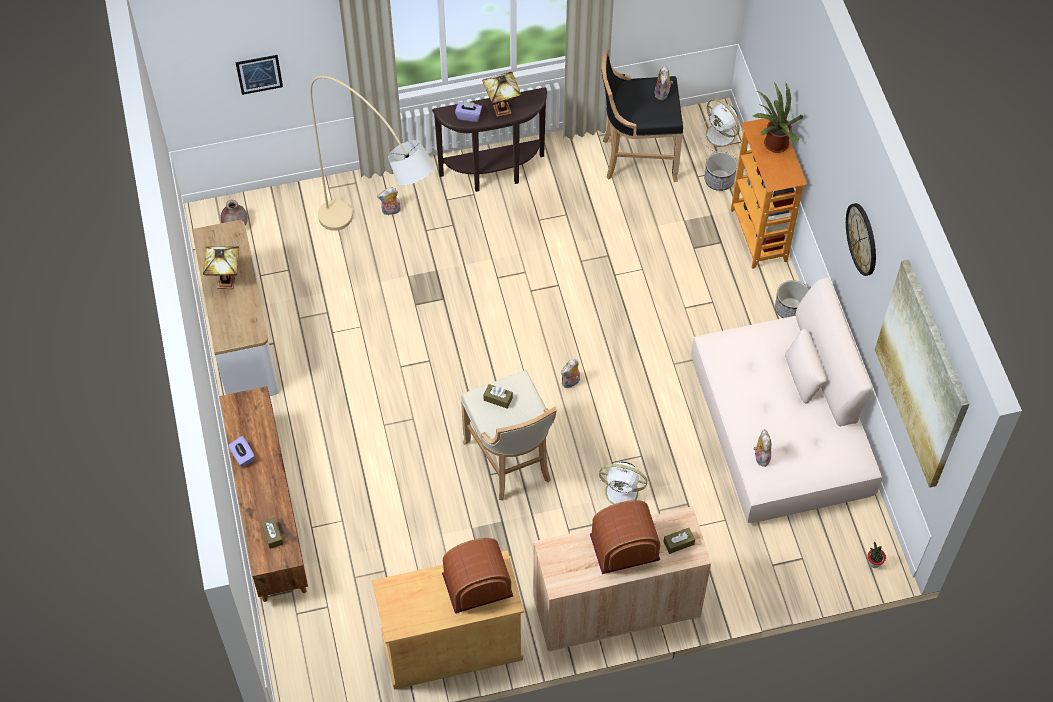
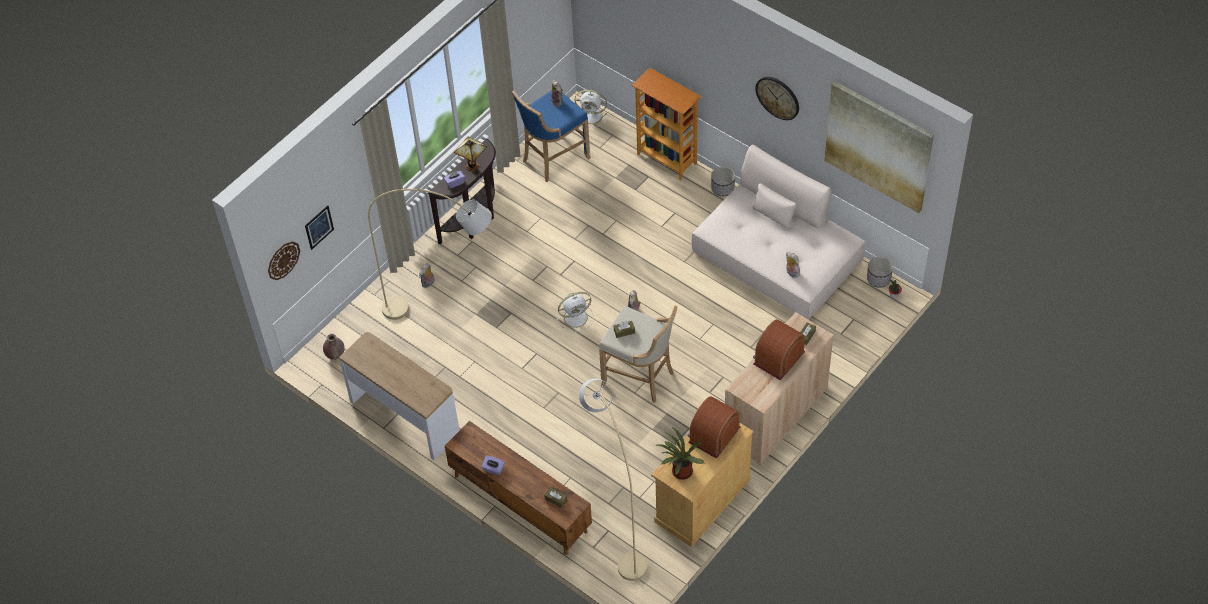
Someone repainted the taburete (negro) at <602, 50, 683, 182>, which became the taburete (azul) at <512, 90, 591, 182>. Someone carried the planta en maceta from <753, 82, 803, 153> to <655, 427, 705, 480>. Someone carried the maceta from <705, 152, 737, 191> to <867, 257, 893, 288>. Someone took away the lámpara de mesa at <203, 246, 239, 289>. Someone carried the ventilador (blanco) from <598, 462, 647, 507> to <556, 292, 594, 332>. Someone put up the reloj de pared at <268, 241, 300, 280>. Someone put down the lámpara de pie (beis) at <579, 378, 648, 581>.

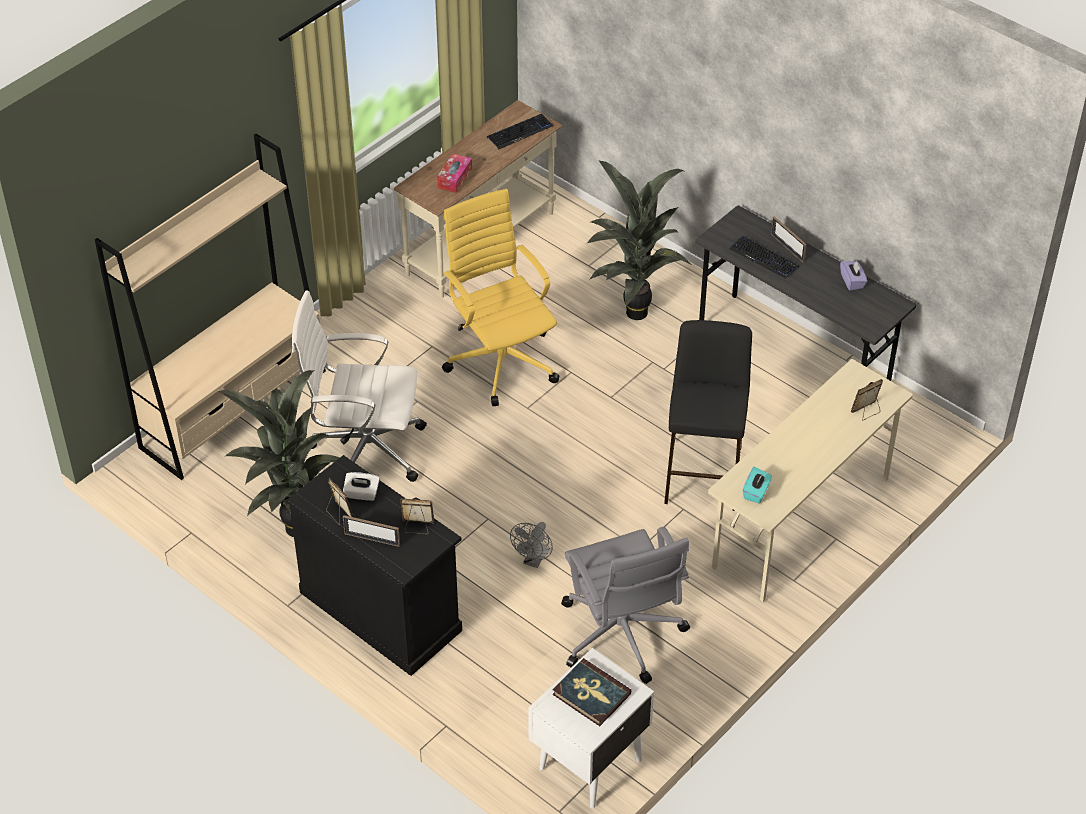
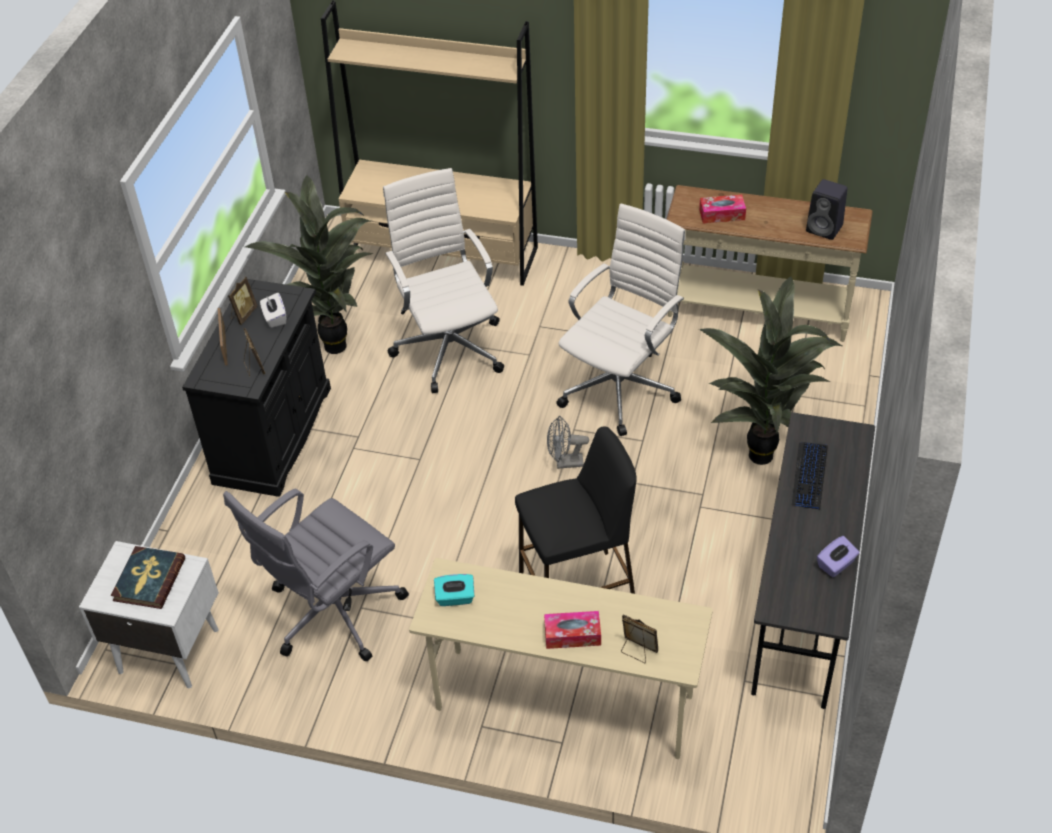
Someone swapped the teclado at <487, 114, 553, 150> for the altavoz (negro) at <806, 179, 848, 240>. Someone repainted the silla de oficina (amarillo) at <442, 189, 559, 406>, which became the silla de oficina (blanco) at <557, 203, 686, 436>. Someone took away the portarretratos at <771, 216, 807, 262>. Someone carried the ventilador (gris) from <510, 522, 553, 568> to <547, 416, 589, 469>. Someone put down the caja de pañuelos at <544, 611, 601, 649>.

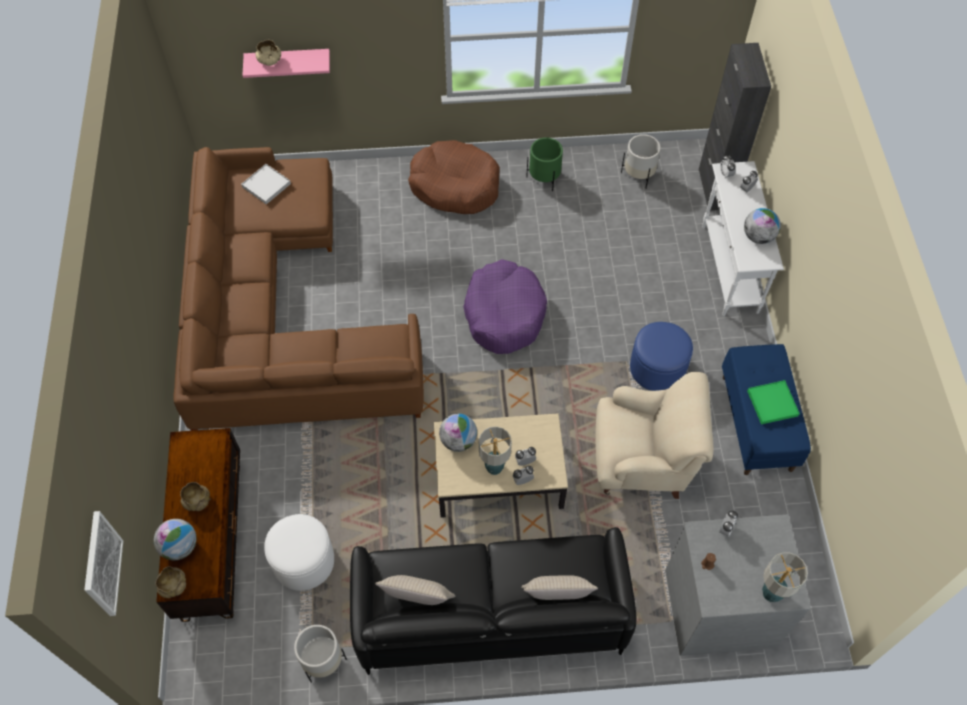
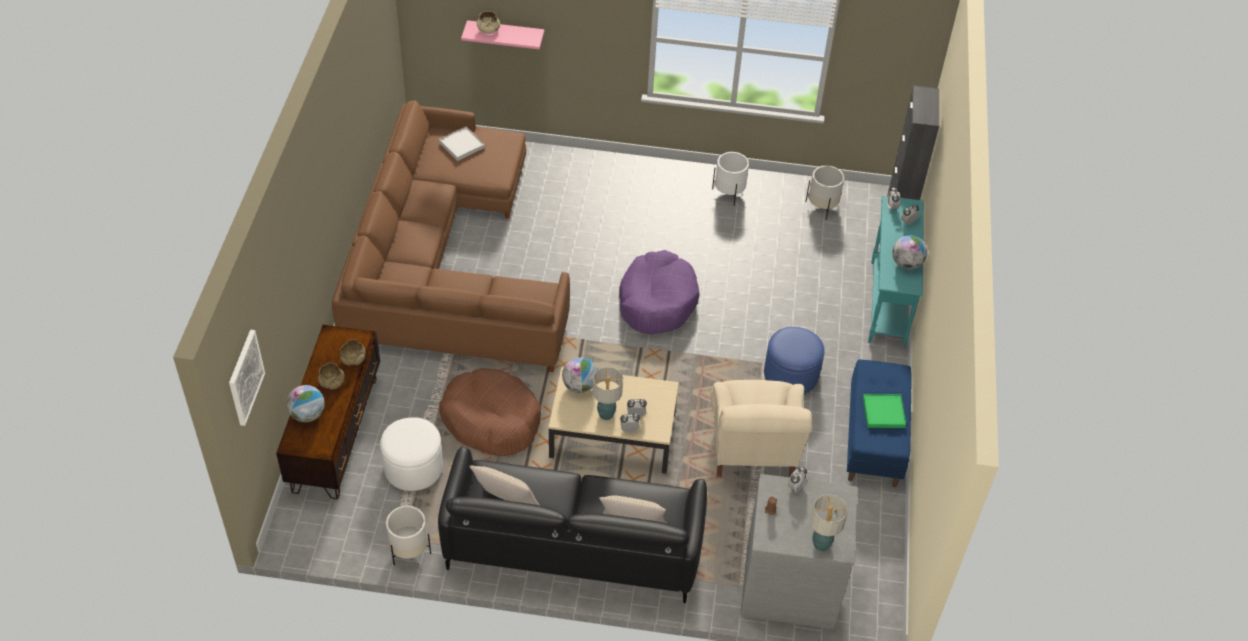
Someone repainted the maceta (verde) at <526, 138, 563, 191>, which became the maceta (blanco) at <712, 152, 749, 206>. Someone carried the cama para perro (marrón) from <408, 140, 500, 214> to <439, 368, 541, 456>. Someone repainted the mesa consola (blanco) at <702, 161, 784, 316>, which became the mesa consola (turquesa) at <868, 196, 924, 347>. Someone rotated the sillón (beis) at <595, 372, 713, 499> by 75 degrees clockwise. Someone carried the cuenco (beis) from <156, 566, 186, 598> to <340, 339, 365, 366>.

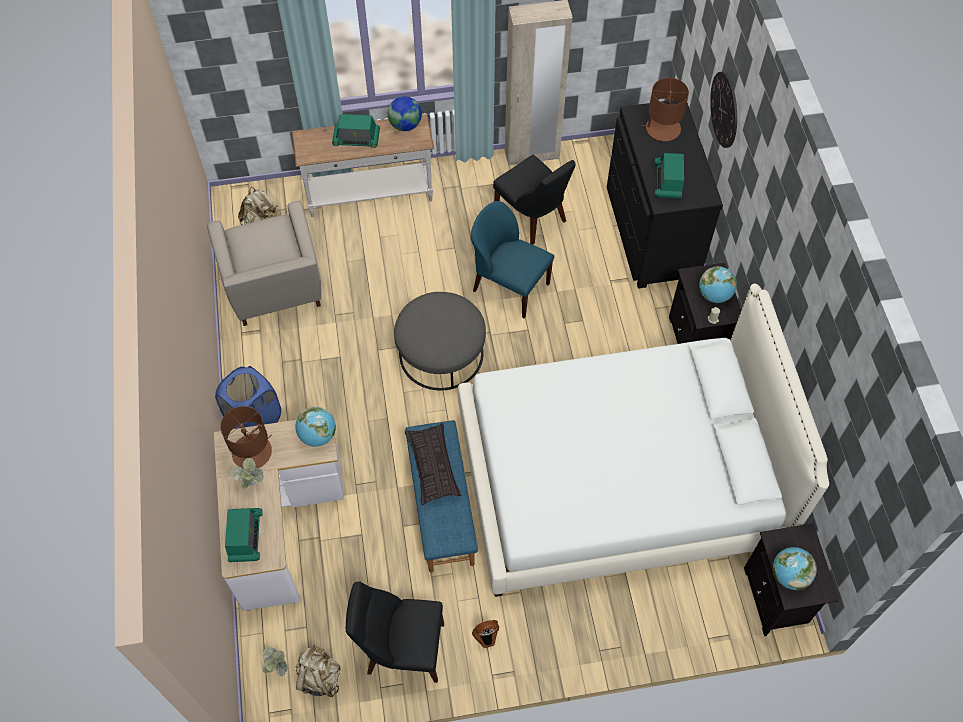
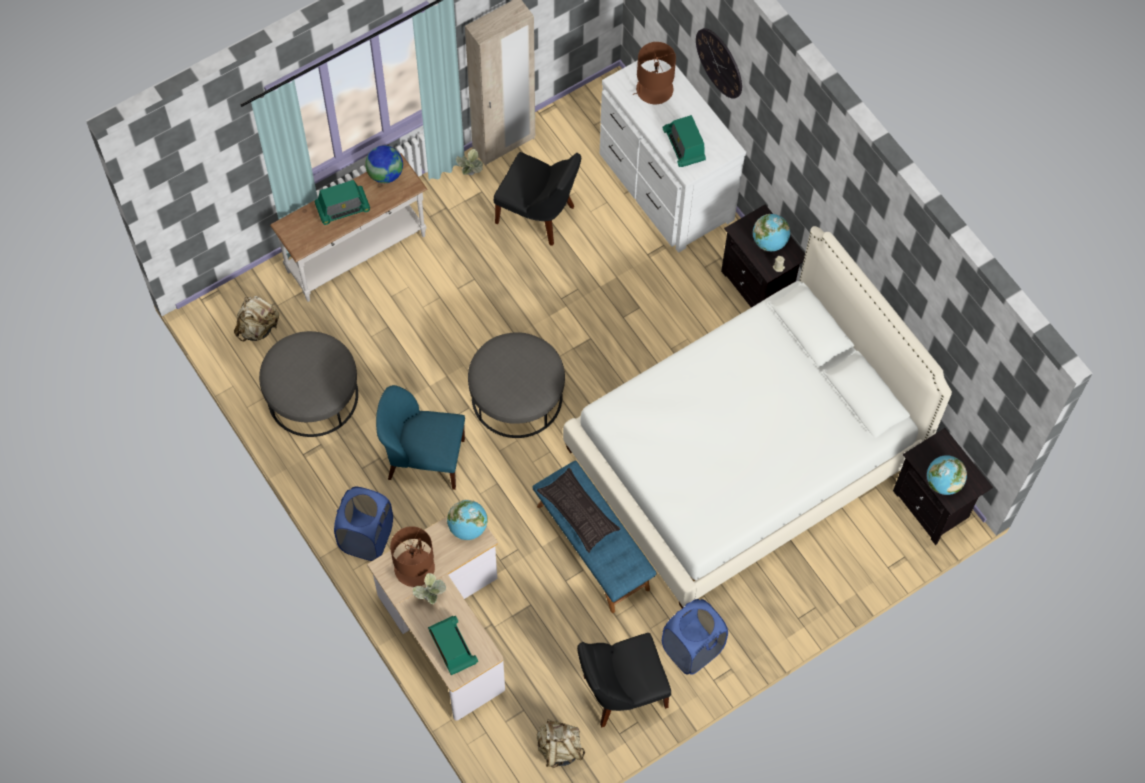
Someone repainted the cómoda (negro) at <607, 100, 723, 289>, which became the cómoda (blanco) at <600, 59, 746, 253>. Someone swapped the sillón (beis) at <207, 201, 321, 326> for the puf (gris) at <259, 331, 358, 437>. Someone carried the silla (azul) from <471, 201, 554, 318> to <376, 385, 465, 490>. Someone swapped the ventilador at <472, 620, 499, 648> for the cesto de la ropa (azul) at <662, 599, 728, 675>. Someone carried the planta en maceta from <262, 646, 288, 676> to <456, 149, 483, 175>.

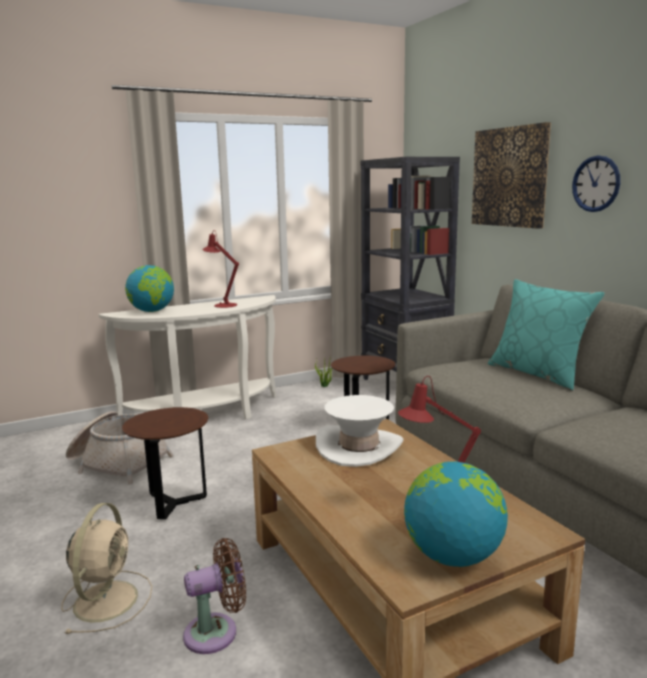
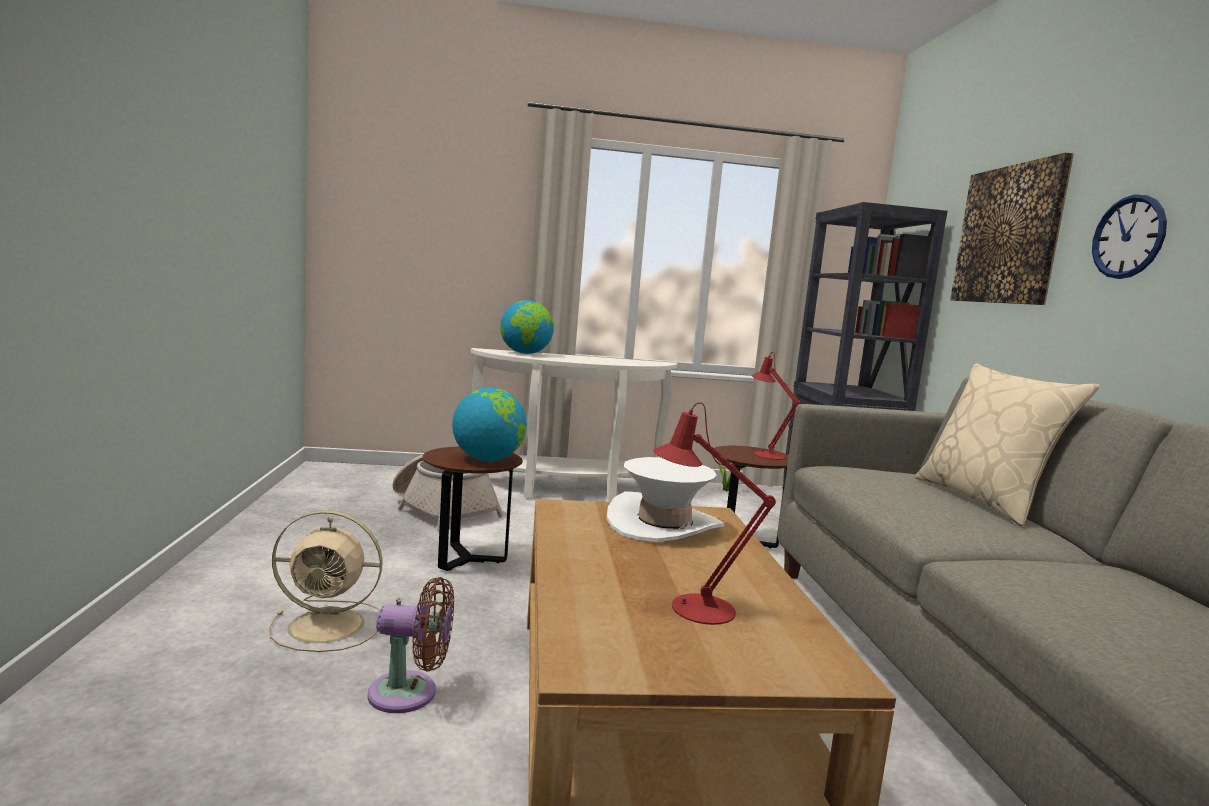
Someone carried the lámpara de mesa (rojo) from <202, 230, 239, 308> to <752, 352, 801, 460>. Someone repainted the cojín (turquesa) at <488, 279, 605, 391>, which became the cojín (beis) at <915, 363, 1099, 526>. Someone carried the globo terráqueo from <404, 461, 508, 567> to <452, 388, 527, 461>. Someone rotated the ventilador (beis) at <61, 503, 152, 634> by 60 degrees clockwise.

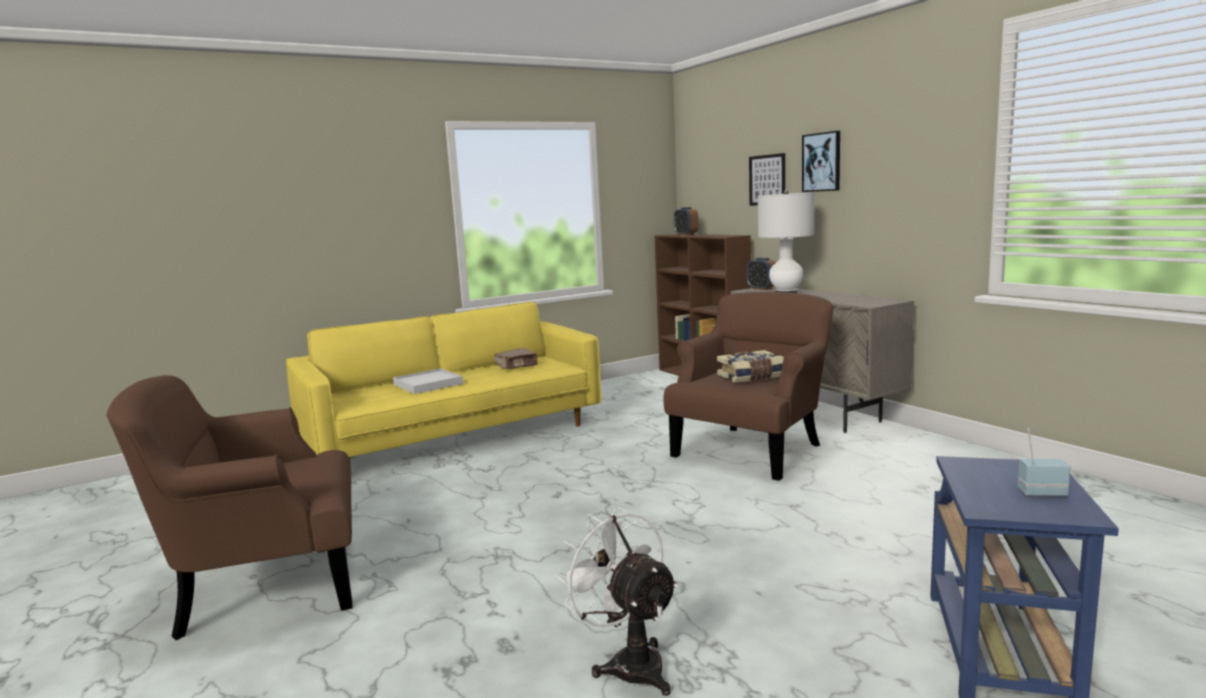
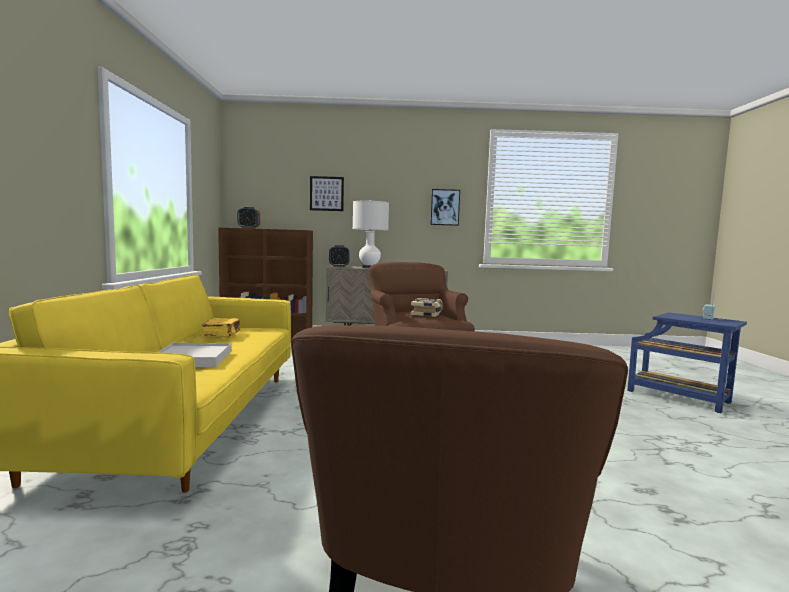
Someone carried the cuadro from <802, 131, 840, 192> to <430, 189, 460, 226>. Someone repainted the libro (marrón) at <494, 348, 538, 369>, which became the libro (amarillo) at <202, 318, 240, 337>. Someone took away the ventilador (blanco) at <556, 507, 679, 696>.

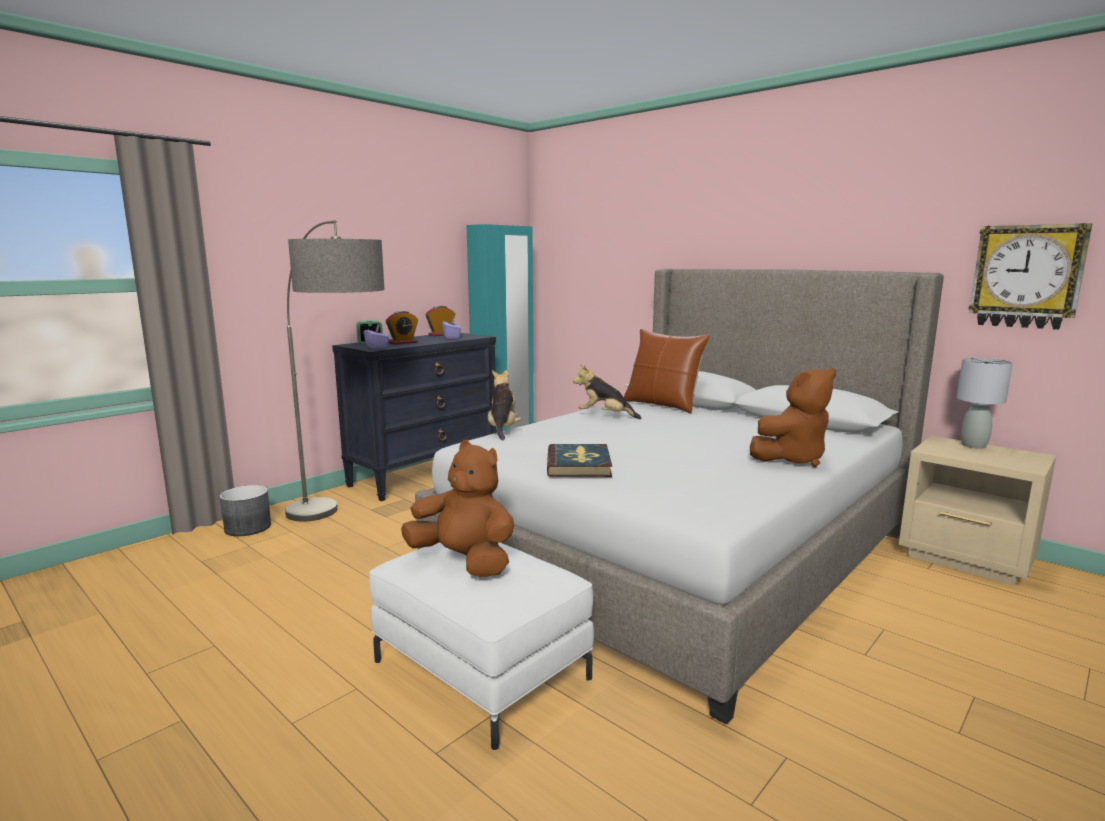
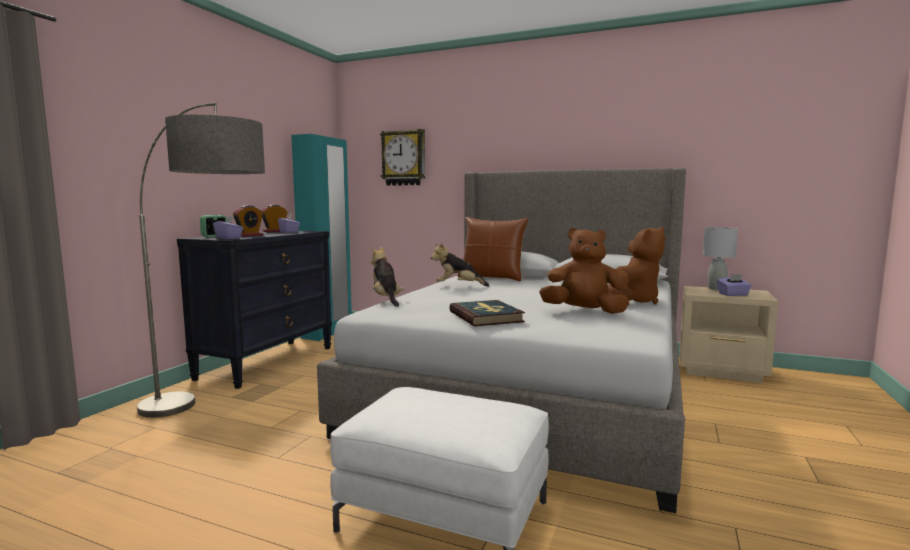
Someone carried the reloj de pared from <968, 223, 1092, 330> to <380, 129, 425, 186>. Someone carried the peluche (marrón) from <401, 440, 514, 577> to <539, 228, 629, 314>. Someone took away the maceta (gris) at <220, 485, 271, 536>. Someone put down the caja de pañuelos (morado) at <717, 274, 752, 296>.

